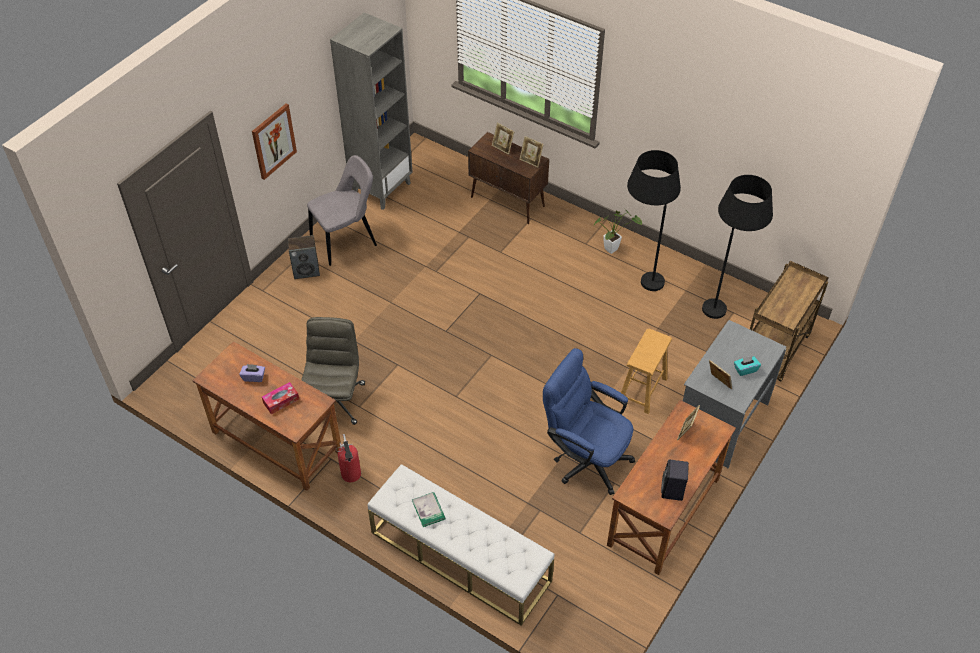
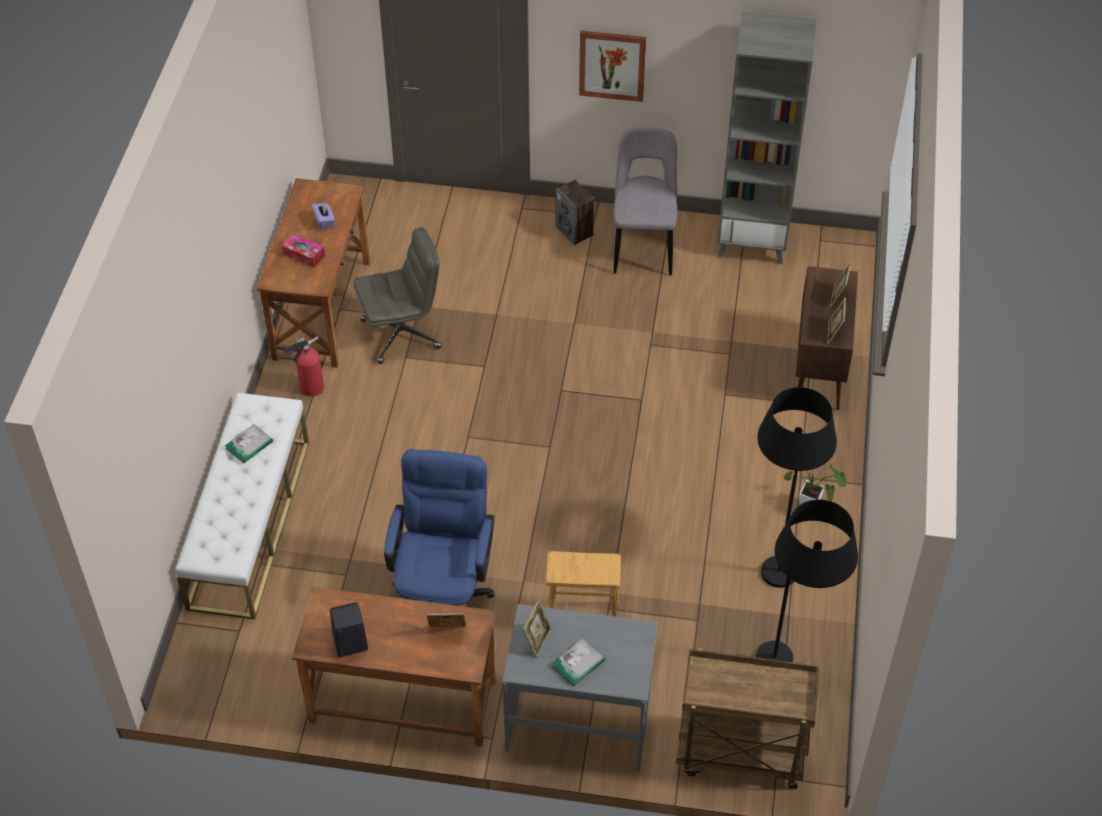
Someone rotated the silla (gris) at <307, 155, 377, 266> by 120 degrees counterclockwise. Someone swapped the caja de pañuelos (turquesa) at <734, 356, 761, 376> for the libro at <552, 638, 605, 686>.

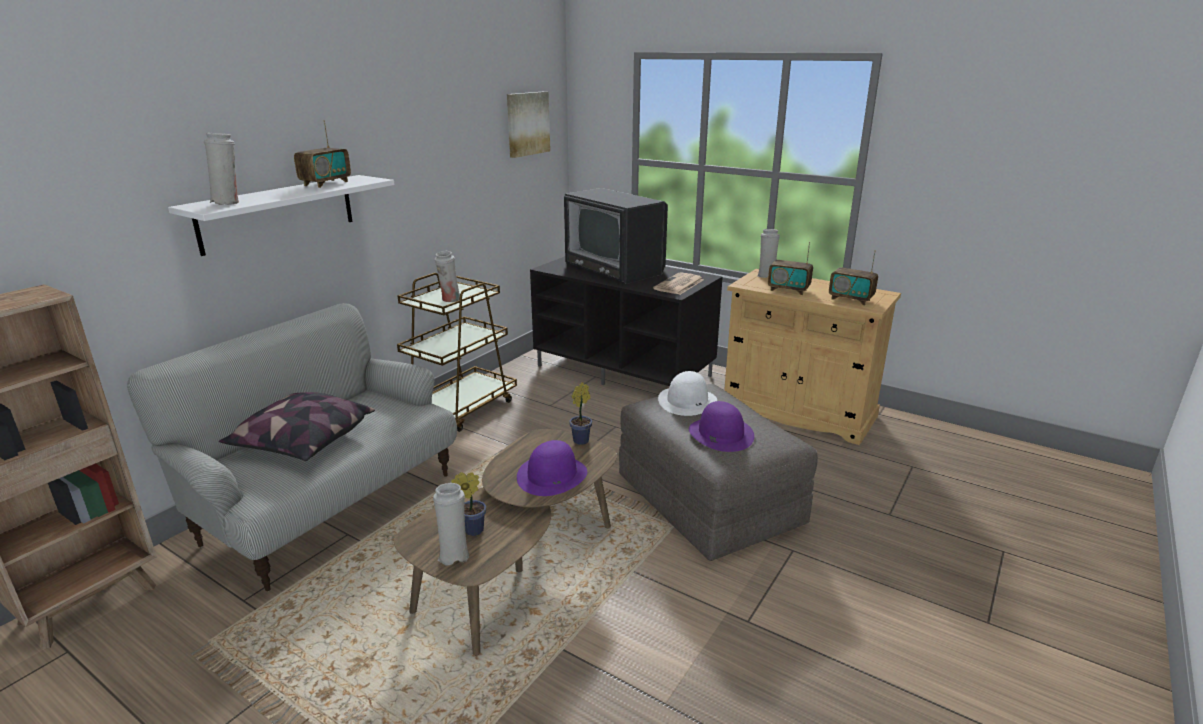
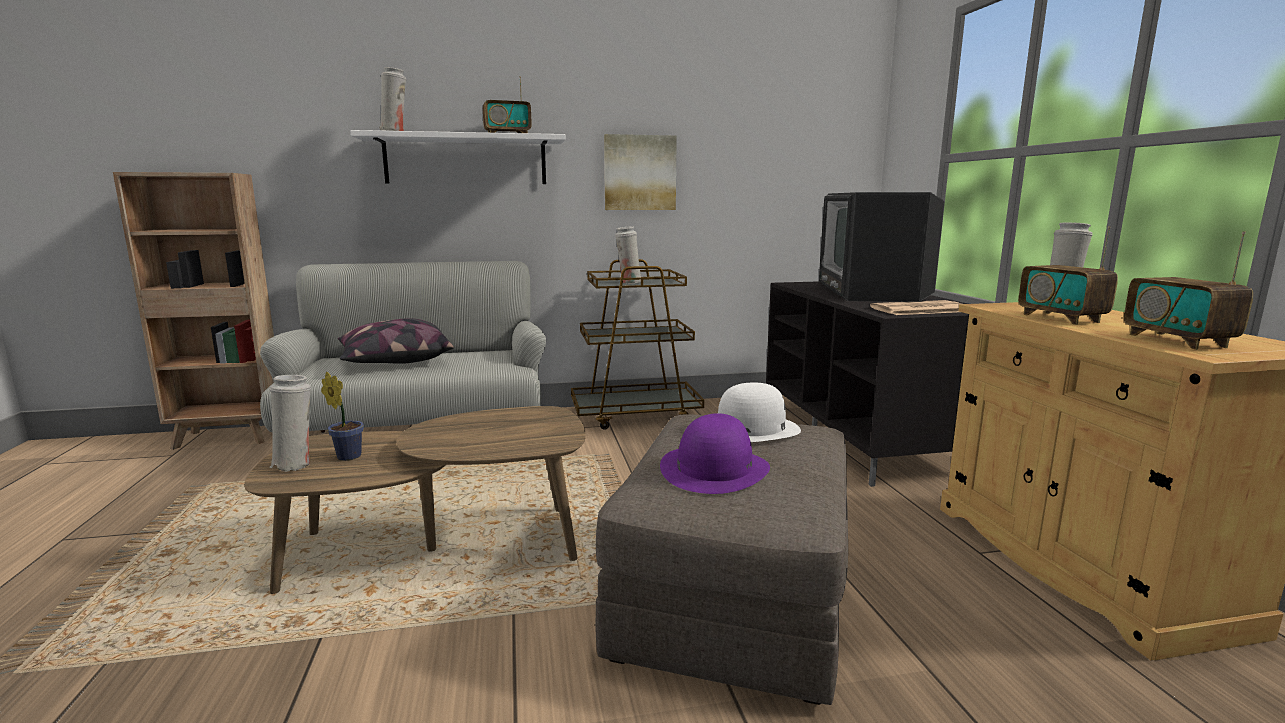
Someone carried the cuadro from <507, 91, 550, 158> to <604, 134, 677, 210>. Someone took away the planta en maceta at <569, 382, 592, 445>. Someone took away the sombrero (morado) at <517, 440, 587, 496>.

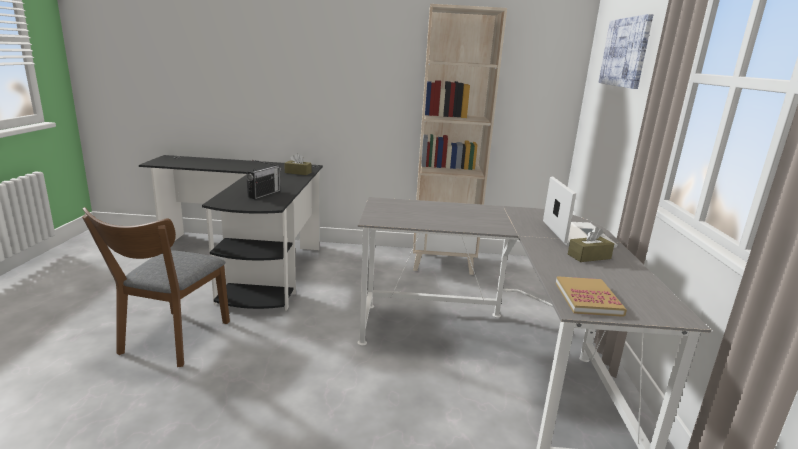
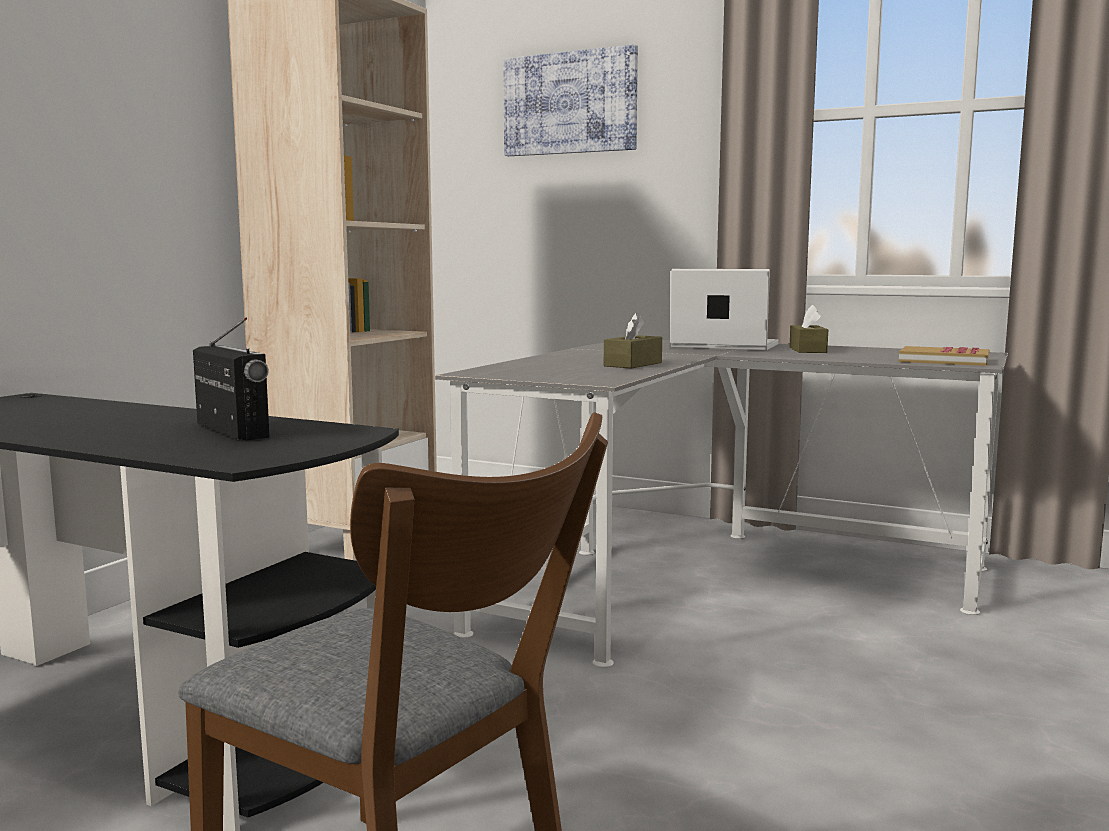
Someone carried the caja de pañuelos (marrón) from <284, 153, 311, 175> to <604, 312, 662, 368>.

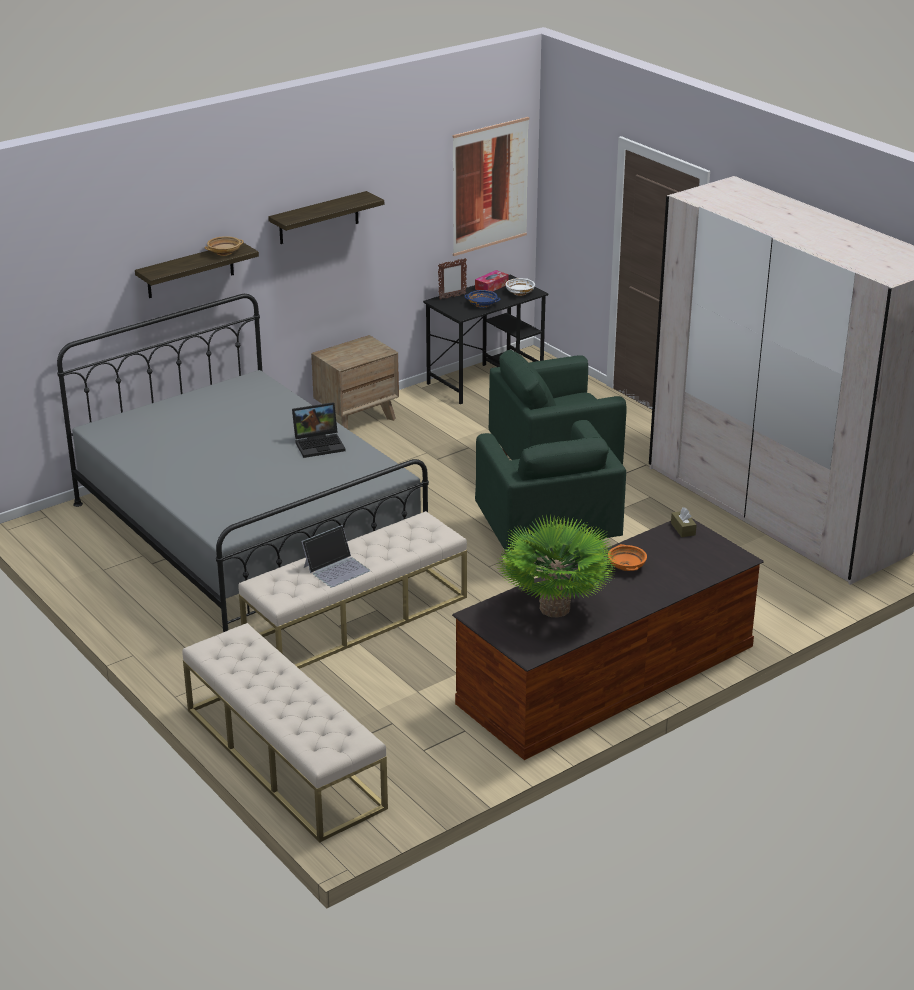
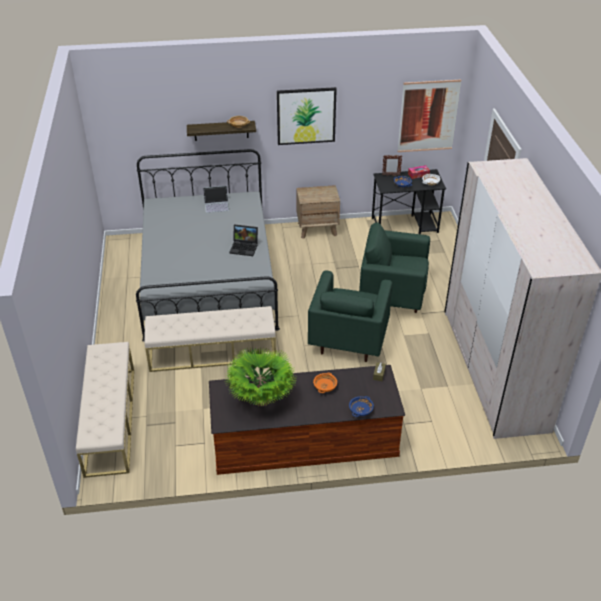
Someone swapped the estante at <268, 191, 384, 244> for the cuadro at <277, 87, 337, 145>. Someone carried the portátil from <301, 525, 370, 587> to <203, 186, 229, 213>. Someone put down the cuenco (azul) at <349, 396, 374, 417>.

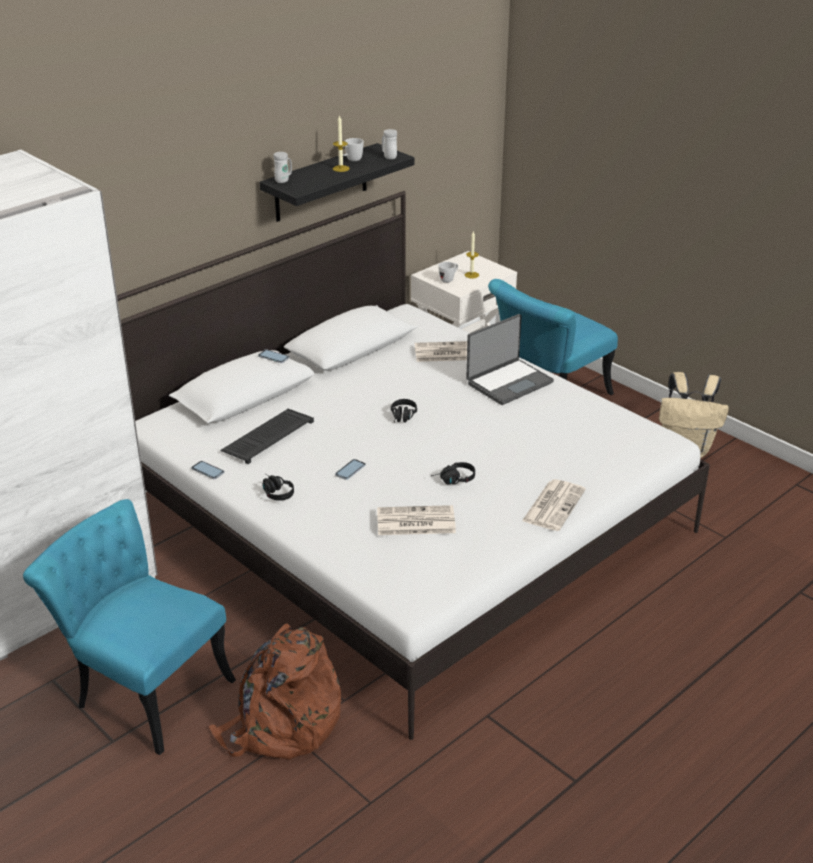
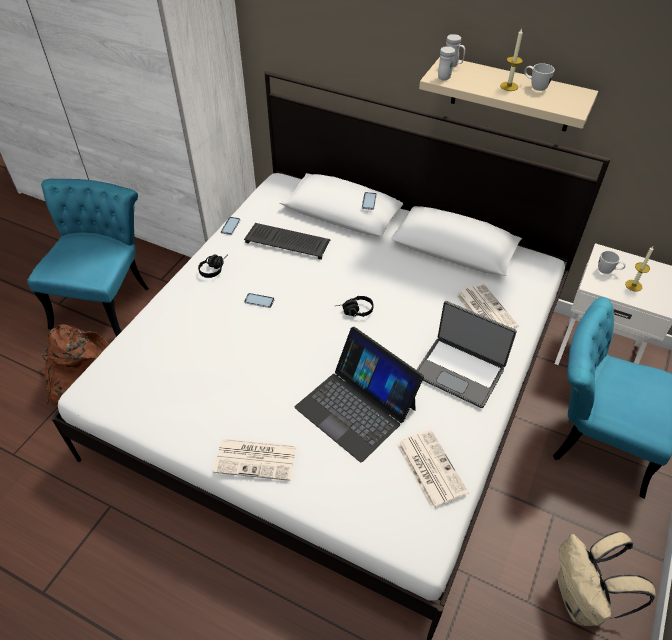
Someone carried the taza grande (blanco) from <382, 129, 397, 159> to <438, 46, 455, 81>. Someone repainted the estante (negro) at <260, 143, 414, 222>, which became the estante (beis) at <419, 57, 598, 132>. Someone took away the auriculares (negro) at <431, 462, 475, 484>. Someone carried the periódico from <377, 505, 456, 535> to <396, 430, 469, 509>. Someone put down the portátil at <295, 327, 424, 462>.

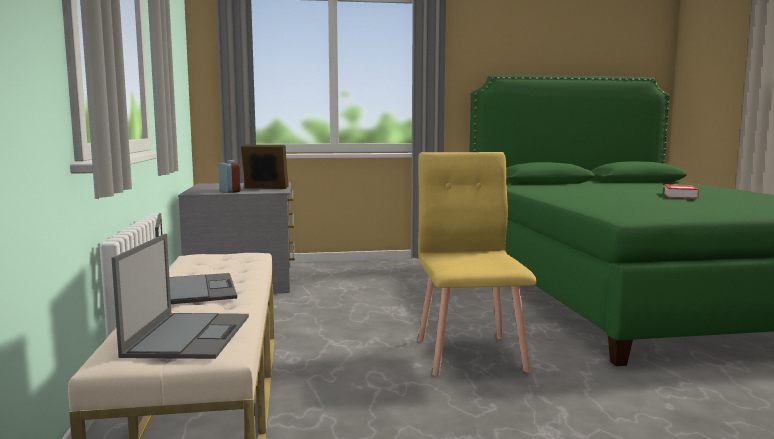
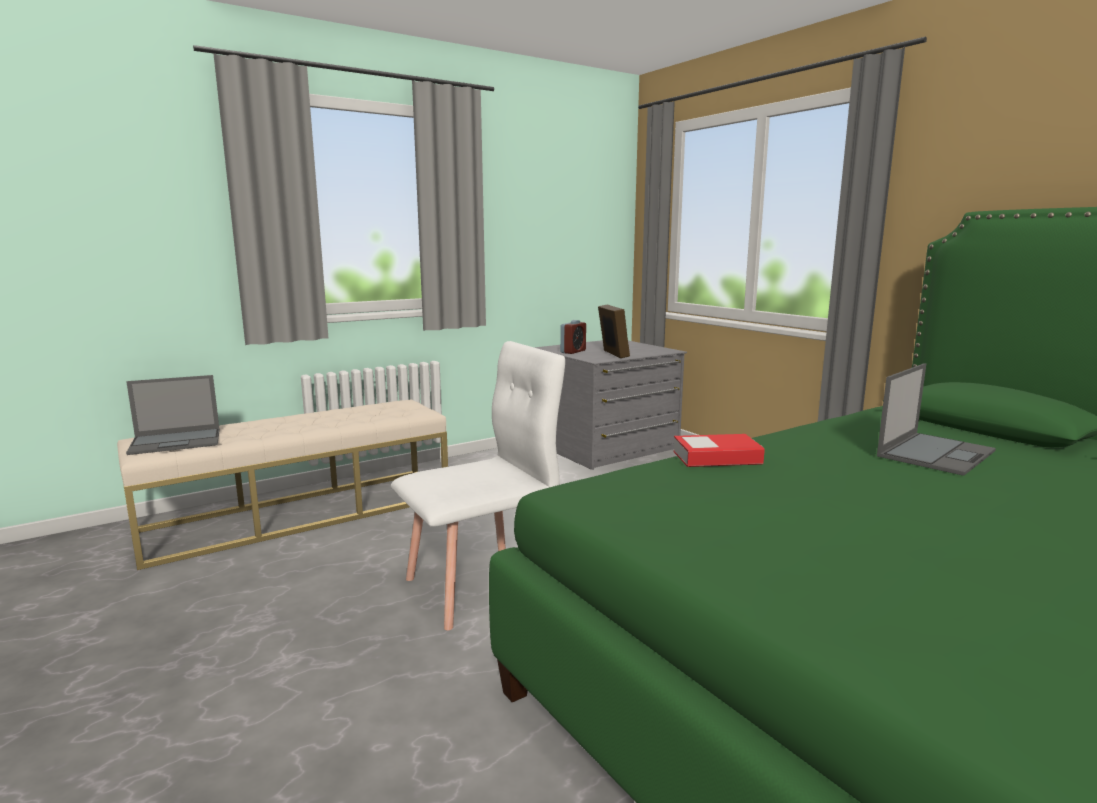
Someone repainted the silla (amarillo) at <418, 152, 537, 376>, which became the silla (blanco) at <391, 341, 565, 631>. Someone carried the libro from <664, 184, 699, 199> to <673, 434, 765, 467>. Someone carried the portátil from <155, 213, 237, 304> to <877, 363, 996, 476>.

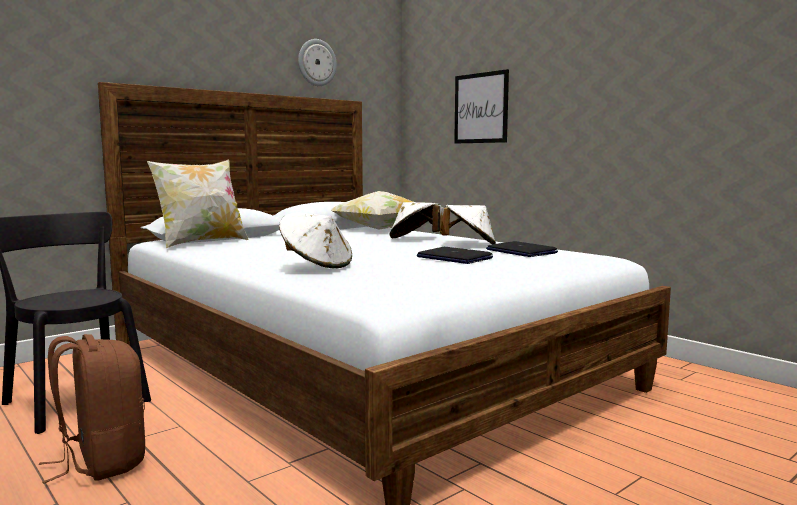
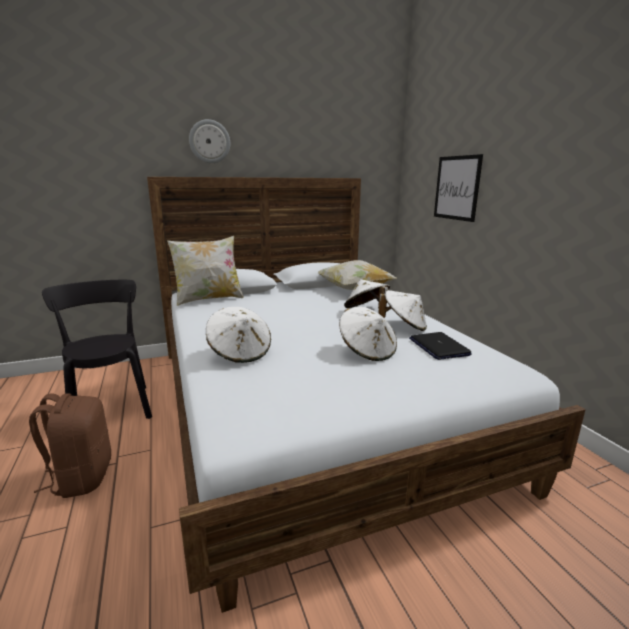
Someone carried the reloj de pared from <298, 39, 337, 86> to <189, 119, 230, 163>. Someone swapped the portátil at <417, 247, 493, 264> for the sombrero (blanco) at <339, 307, 397, 361>.

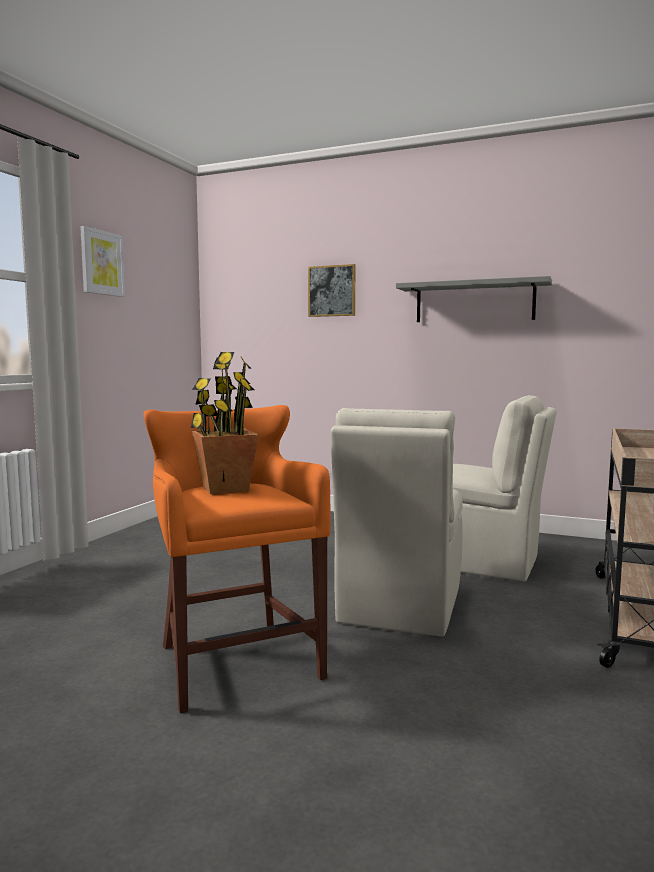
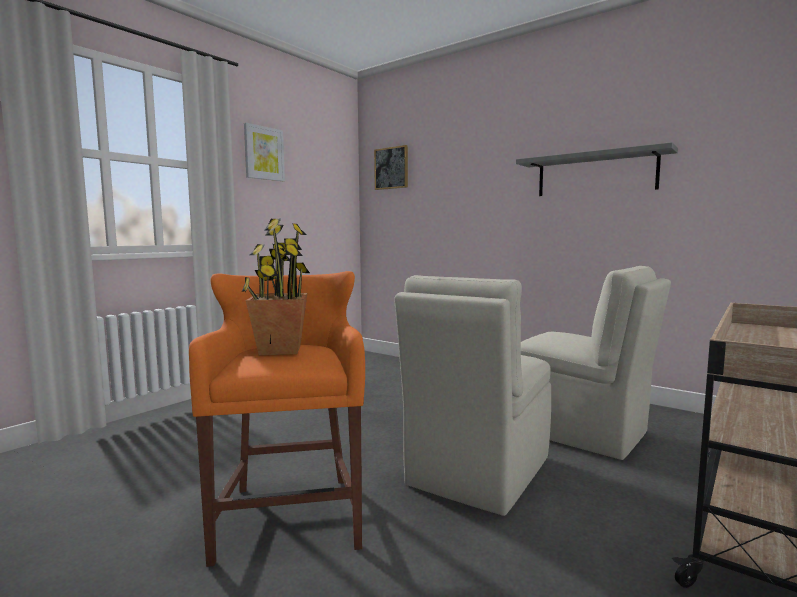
Someone carried the cuadro from <308, 264, 355, 317> to <374, 145, 408, 190>.

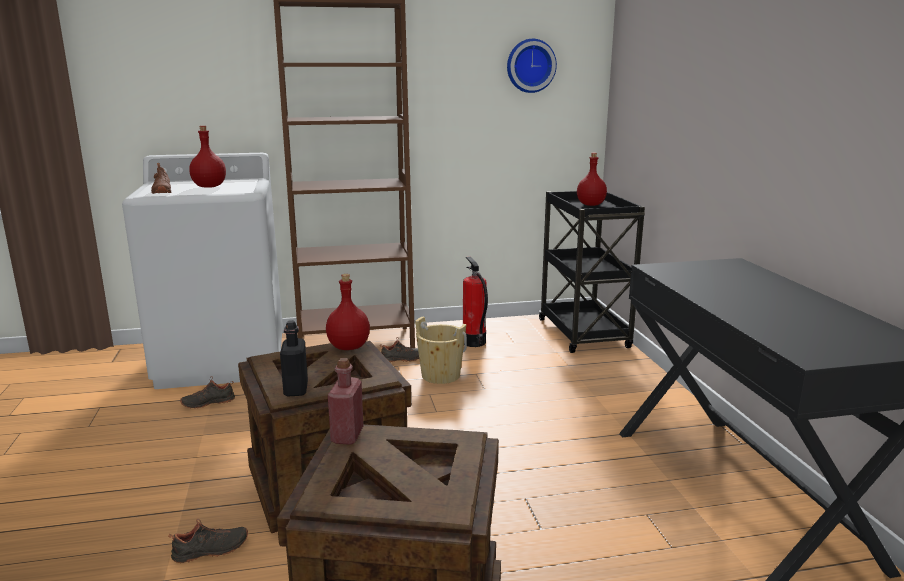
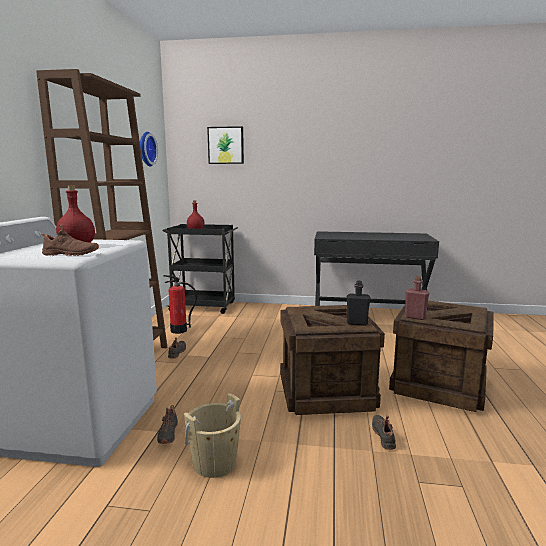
Someone took away the botella (rojo) at <326, 274, 370, 350>. Someone carried the cubo (beis) from <415, 316, 467, 384> to <184, 393, 241, 478>. Someone put up the cuadro at <207, 126, 244, 164>.

